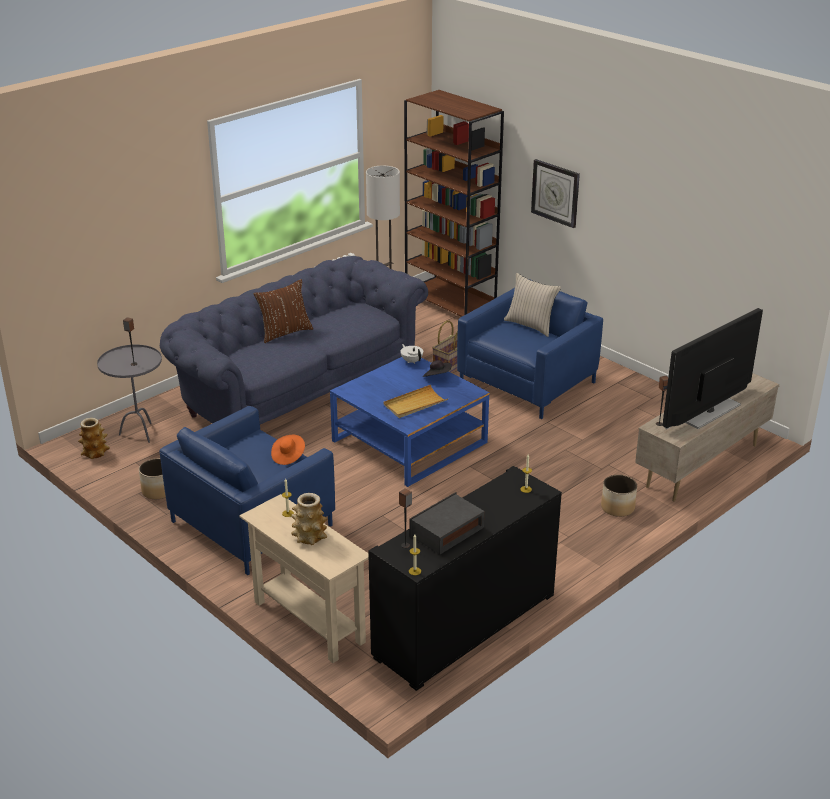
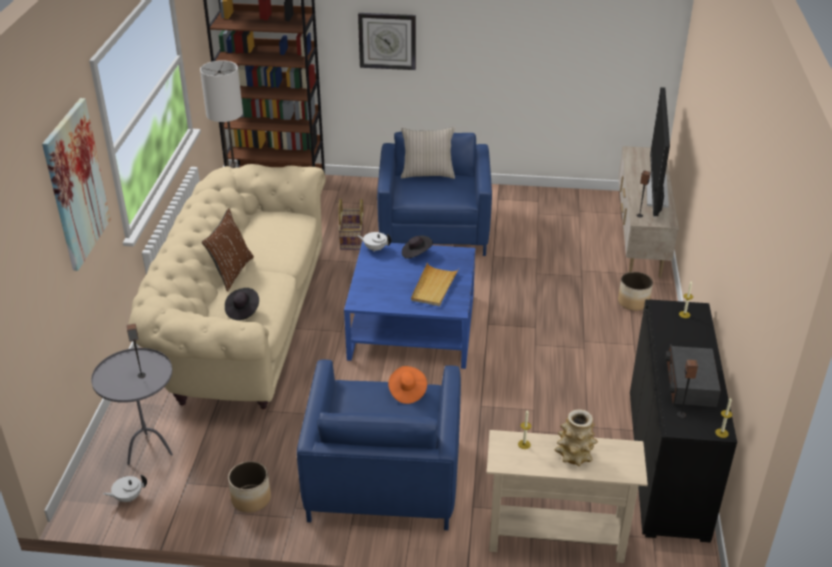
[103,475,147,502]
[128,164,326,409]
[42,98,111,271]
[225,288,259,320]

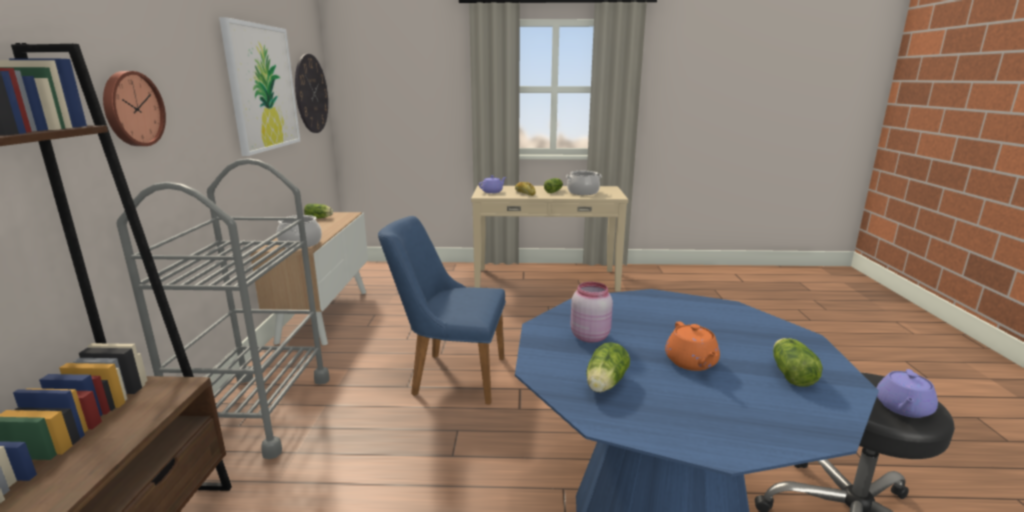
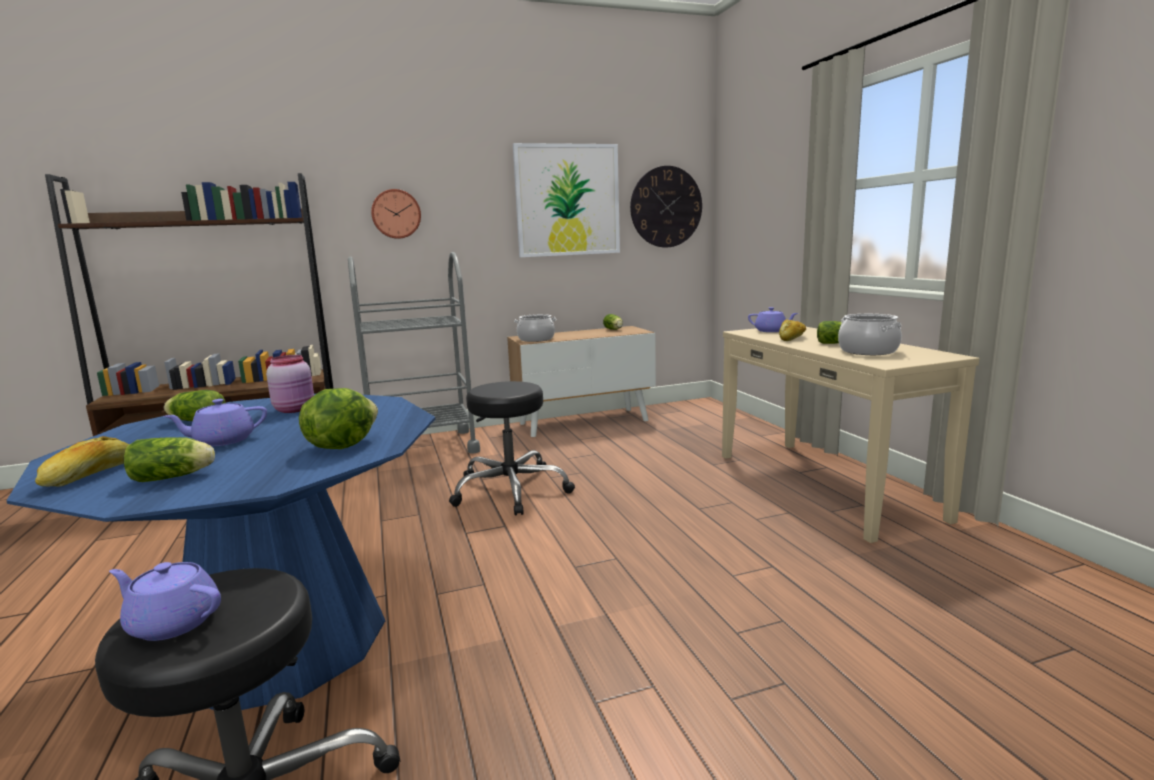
[449,381,575,515]
[163,399,267,447]
[35,436,130,487]
[299,388,378,449]

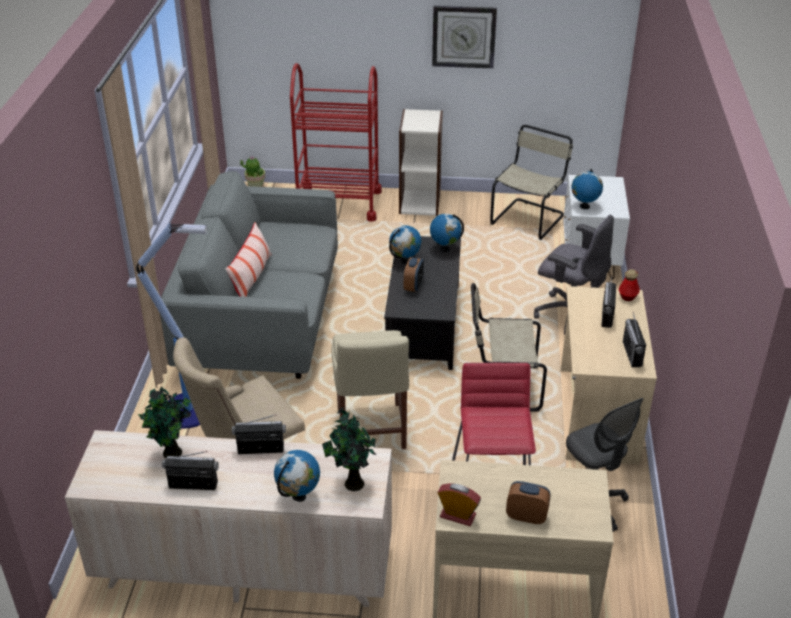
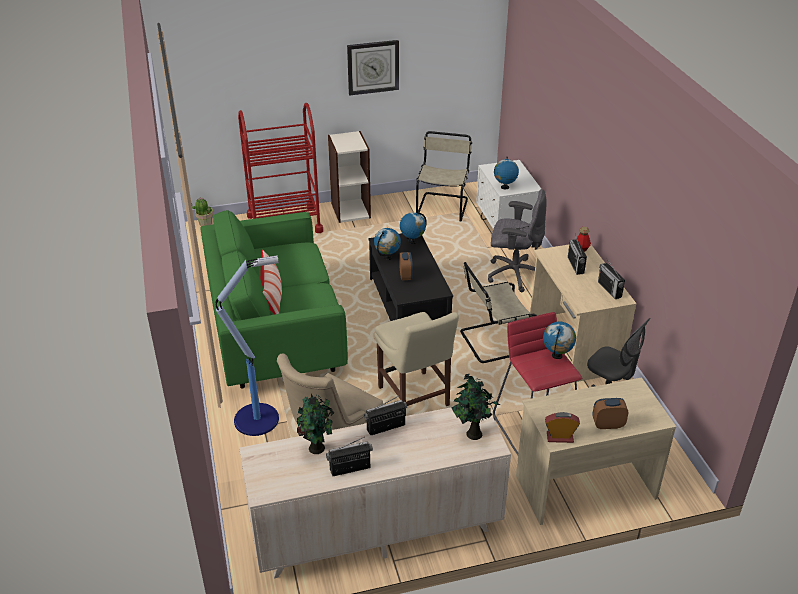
[201,210,348,389]
[543,322,576,359]

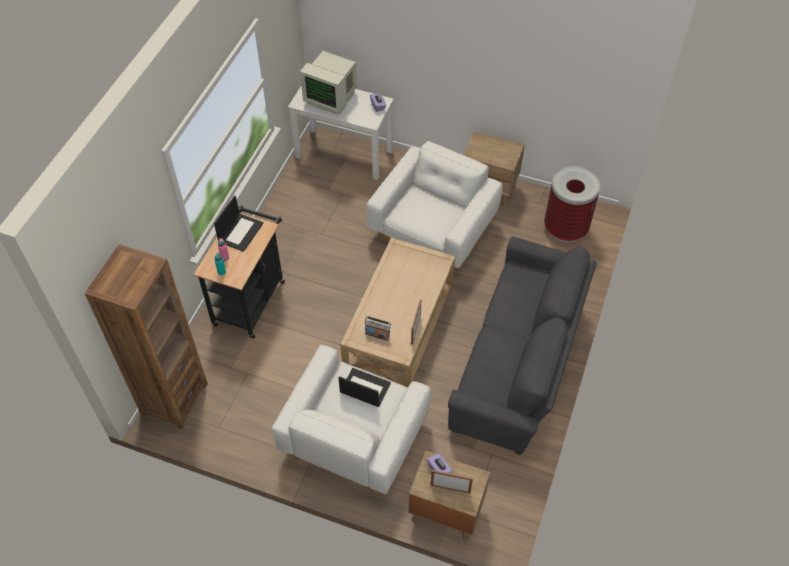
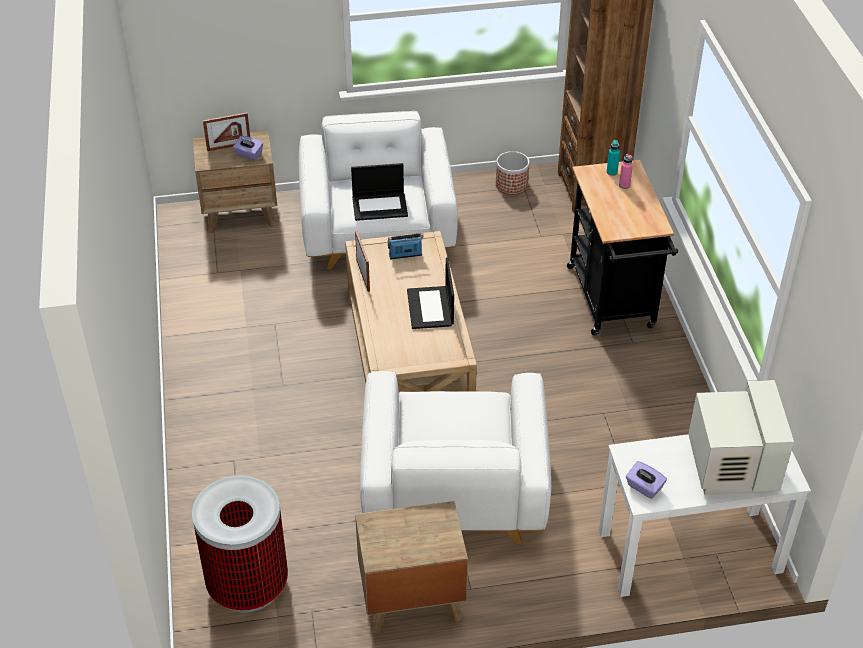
[407,257,454,329]
[688,380,794,495]
[448,236,597,455] (first image)
[496,151,530,195]

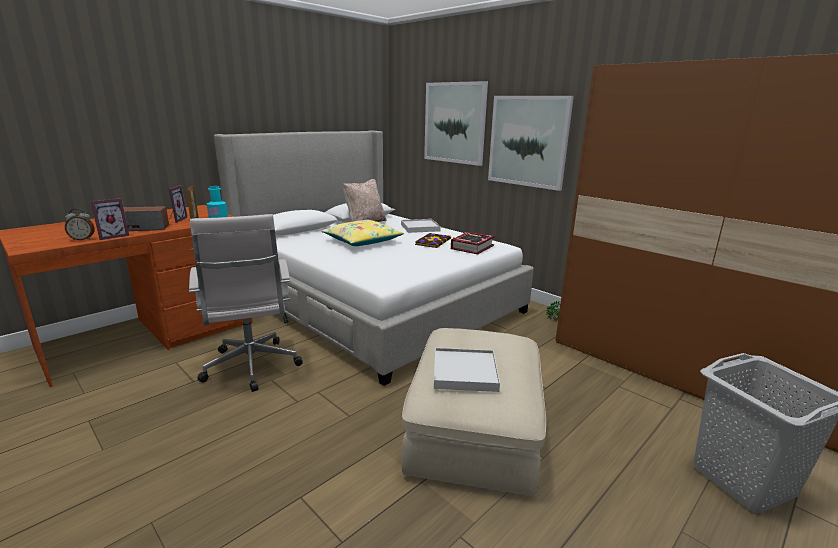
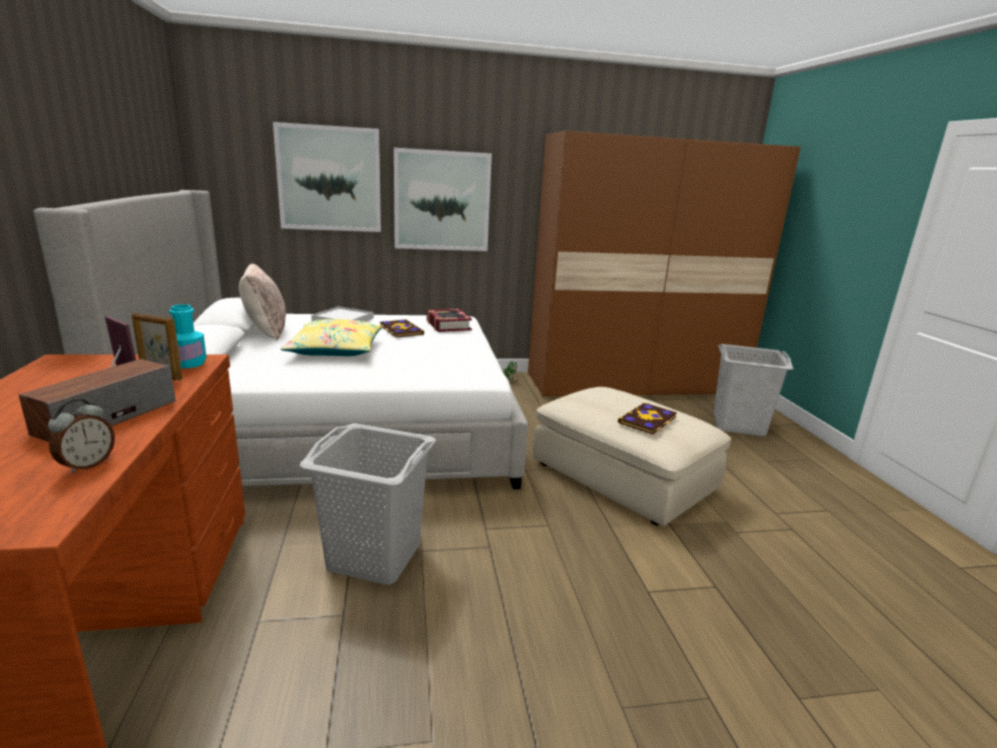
[91,198,129,240] (first image)
[300,423,436,585]
[618,402,677,435]

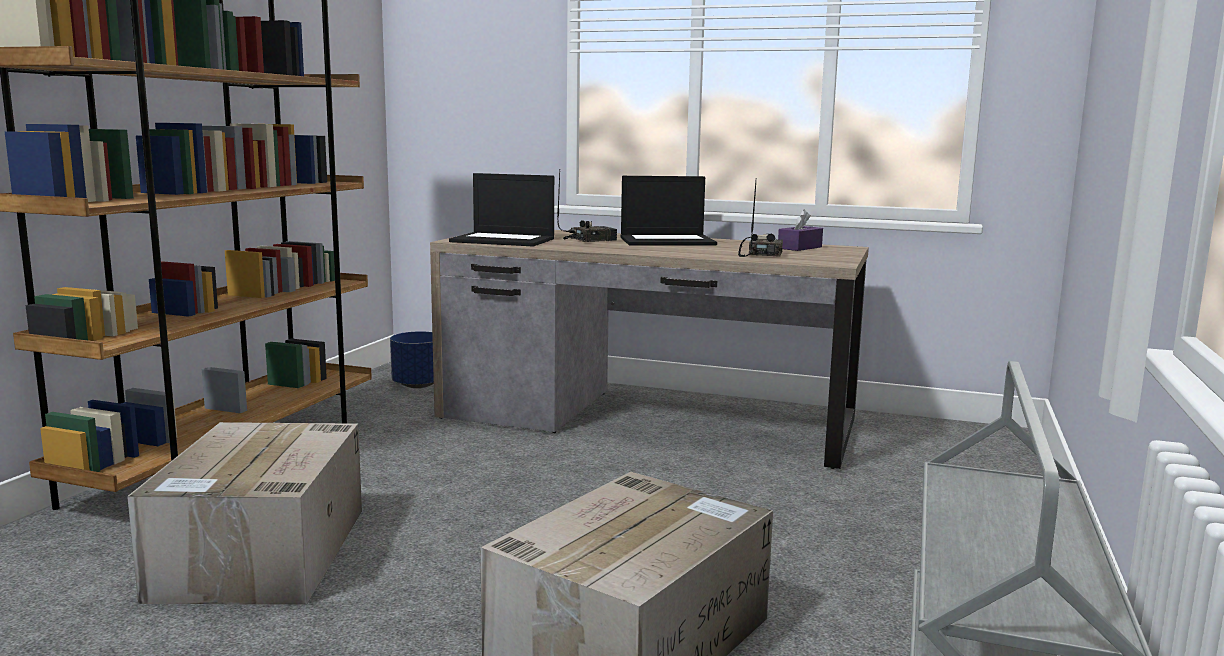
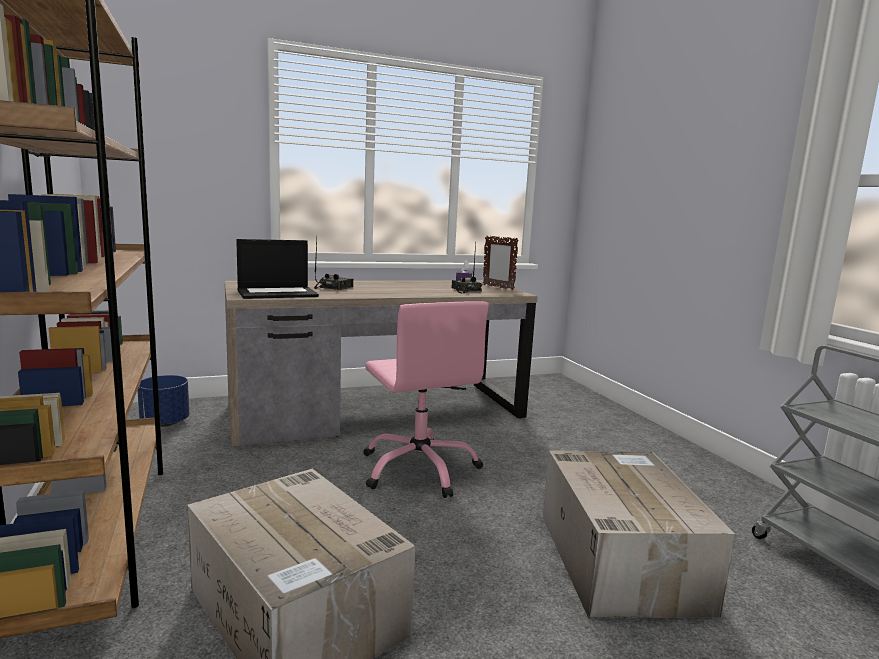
[621,176,717,246] (first image)
[364,301,489,498]
[483,236,519,290]

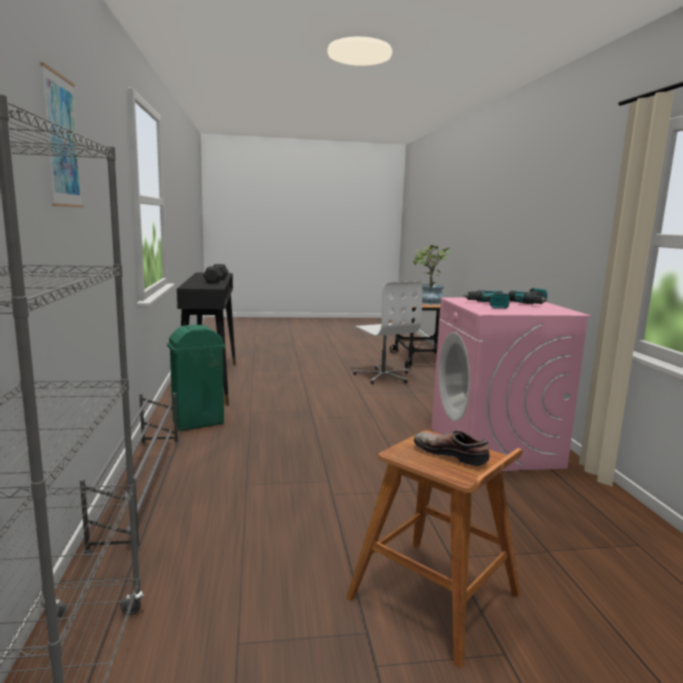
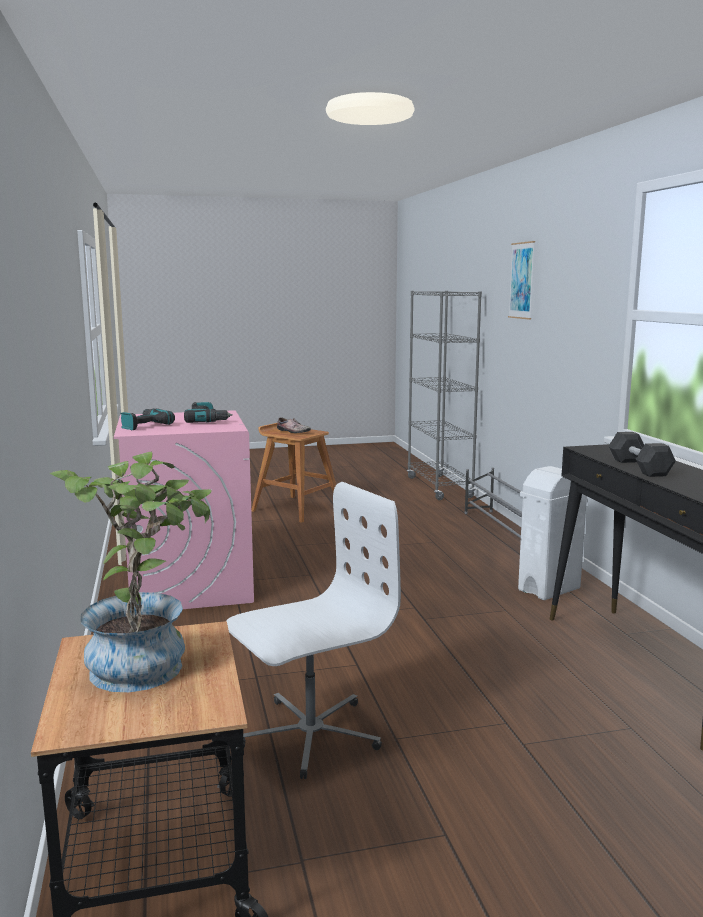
[518,466,587,600]
[226,482,401,779]

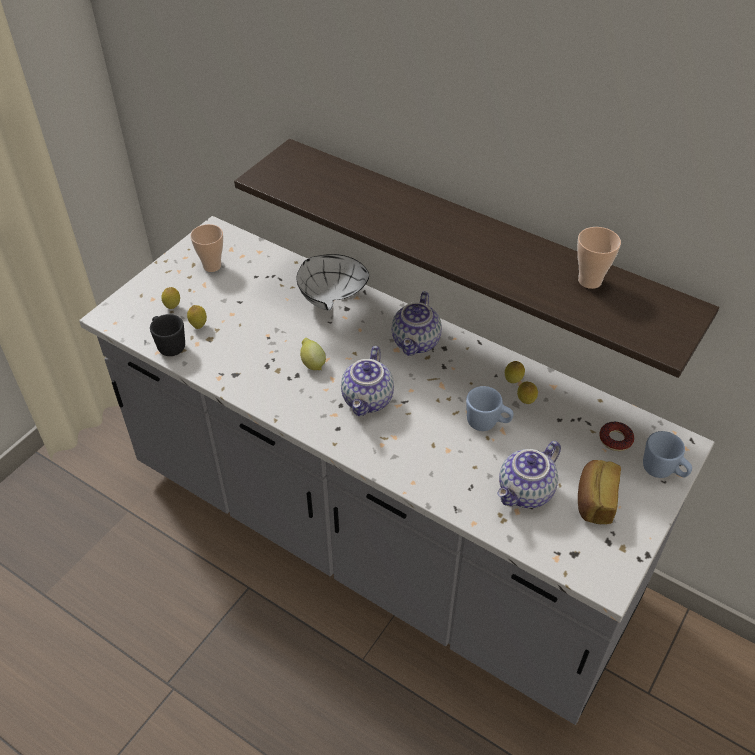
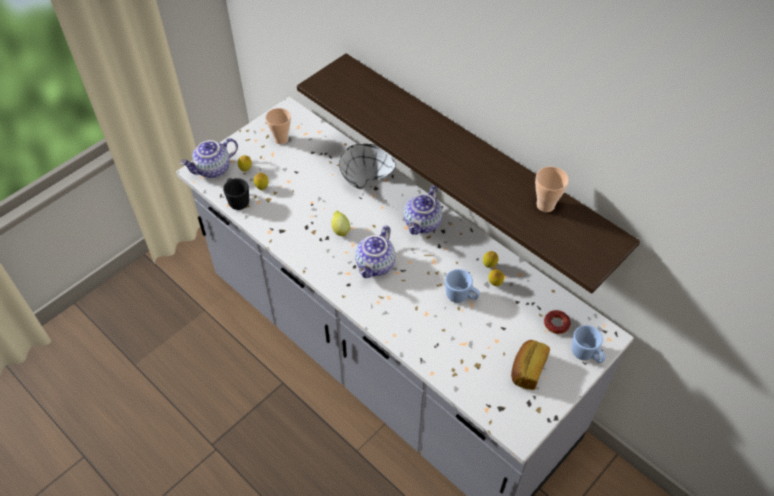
[180,138,238,178]

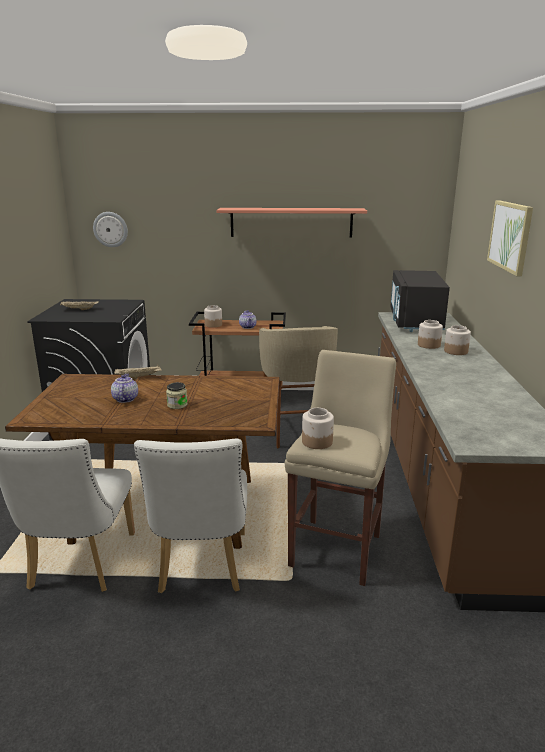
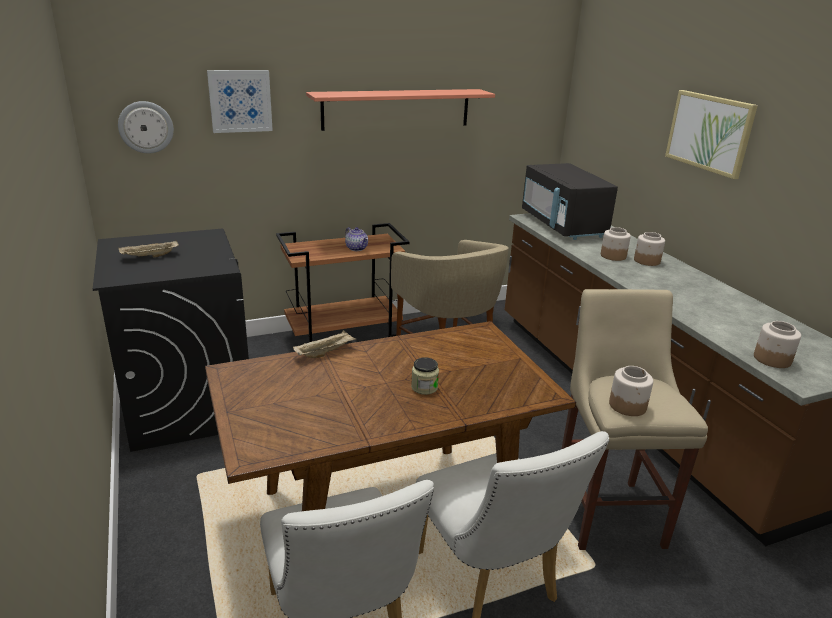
[111,374,138,403] (first image)
[754,321,801,368]
[207,70,273,133]

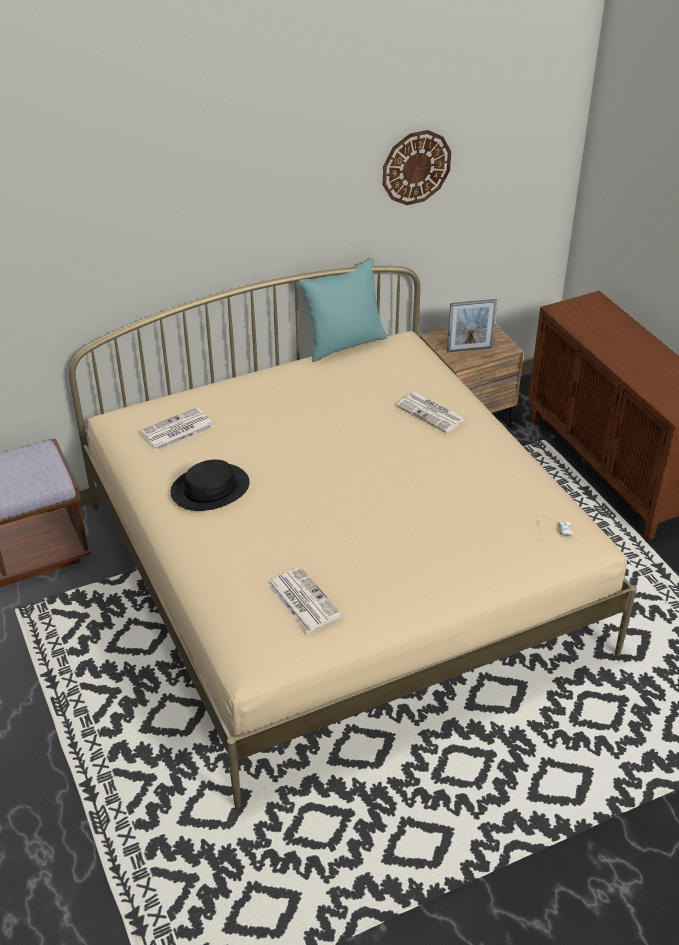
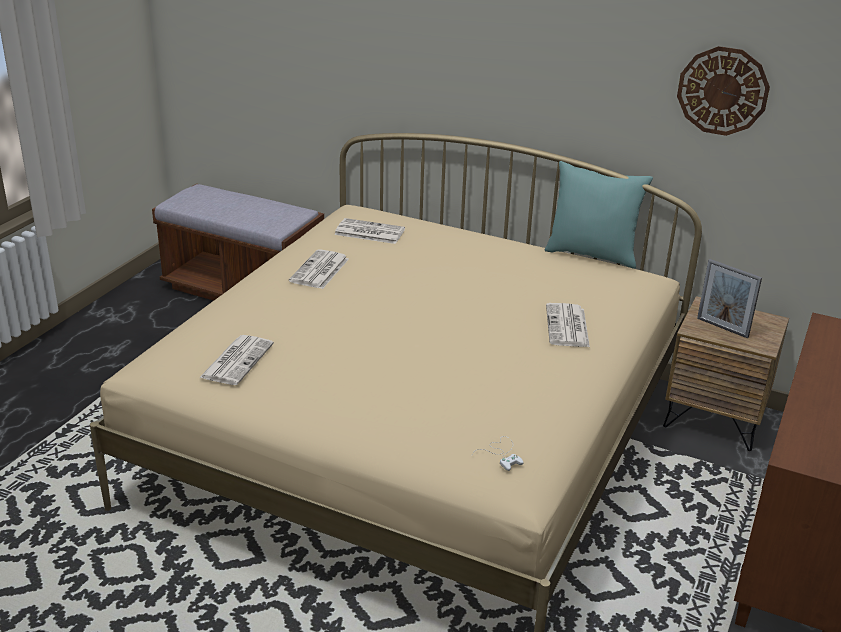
[289,249,349,289]

